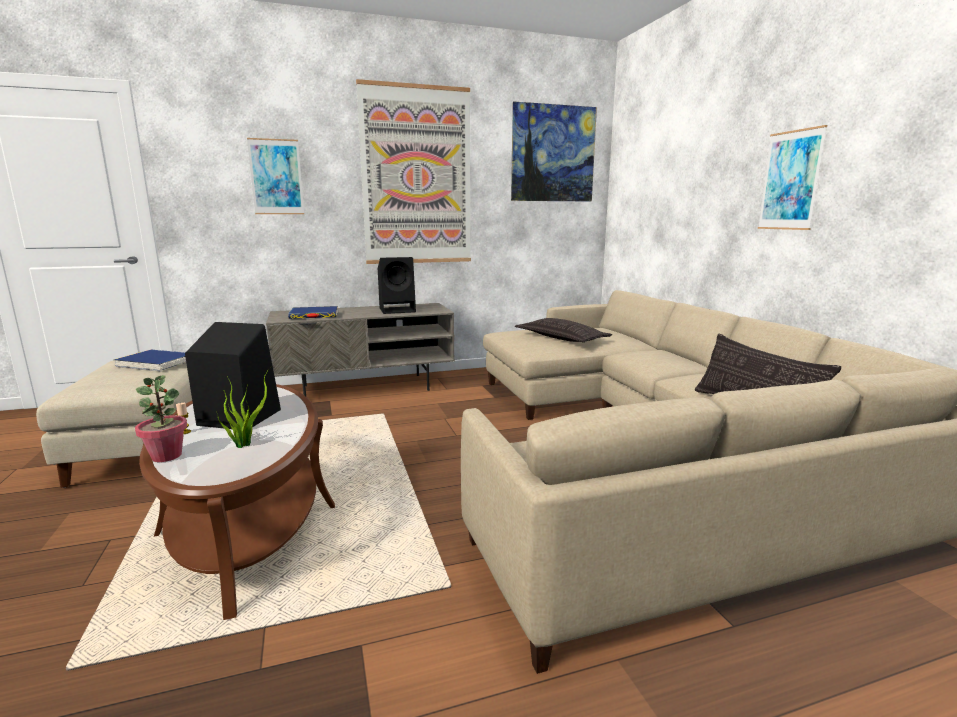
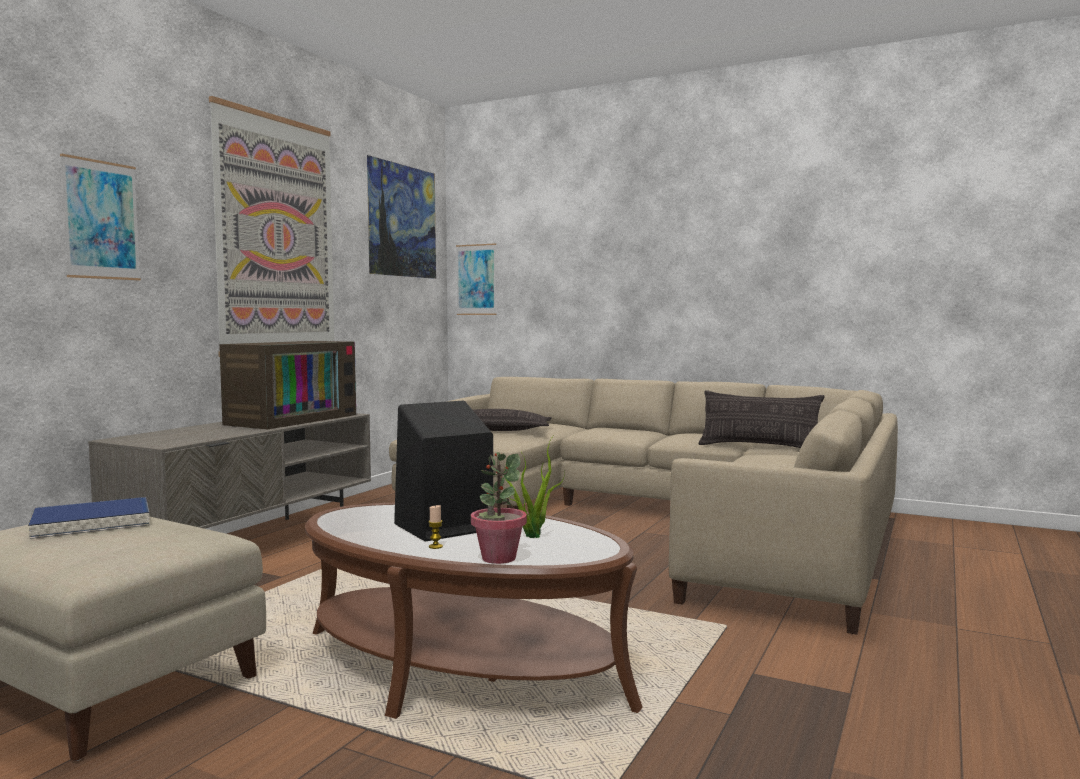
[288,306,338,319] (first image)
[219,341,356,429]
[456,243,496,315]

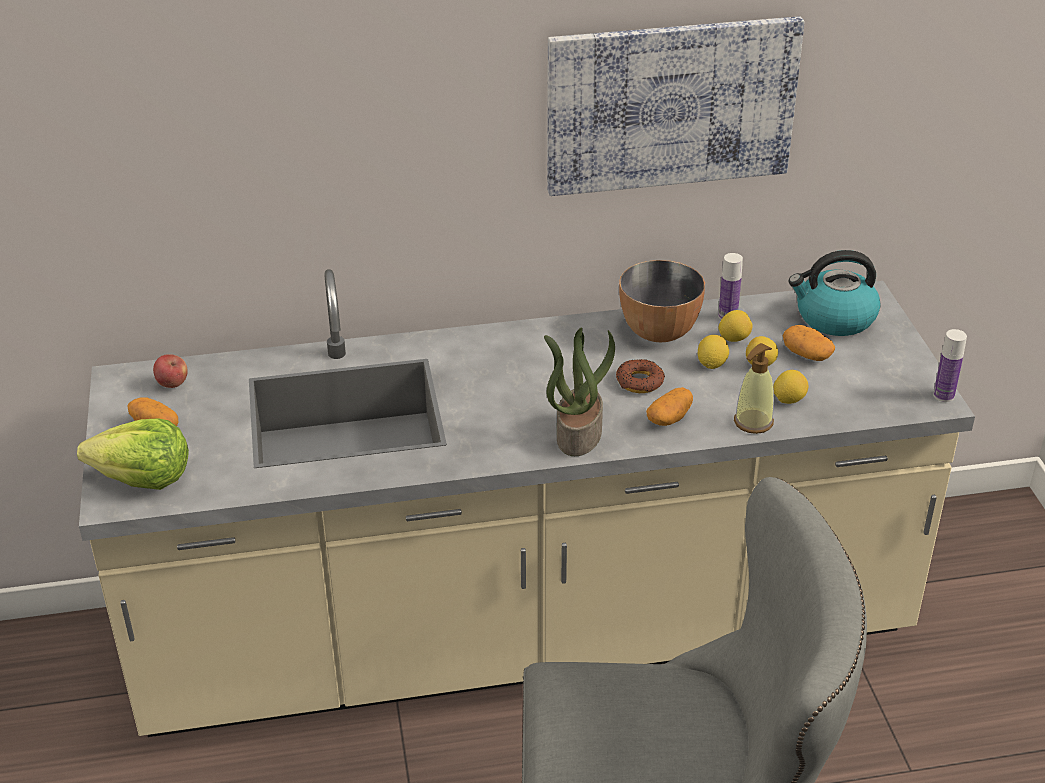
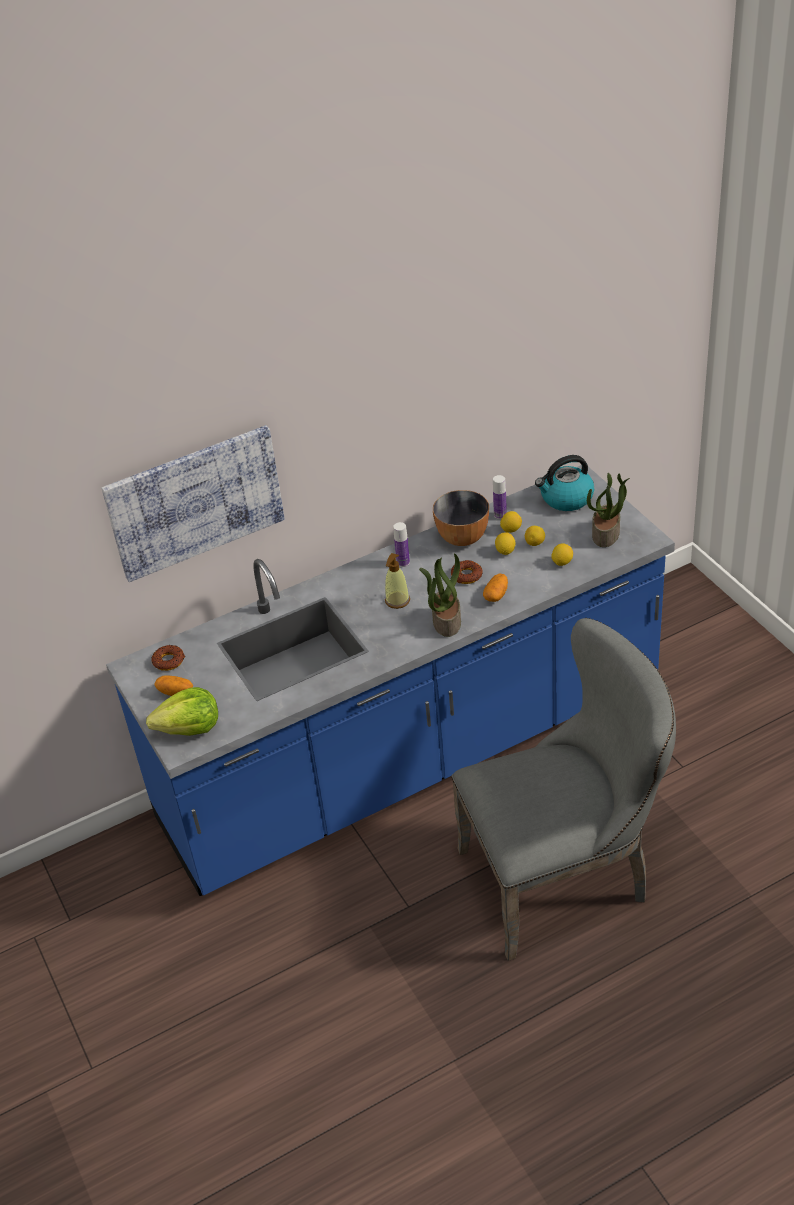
[106,465,675,896]
[151,645,185,671]
[101,425,285,582]
[385,553,410,609]
[782,325,835,361] (first image)
[393,522,410,567]
[587,473,630,547]

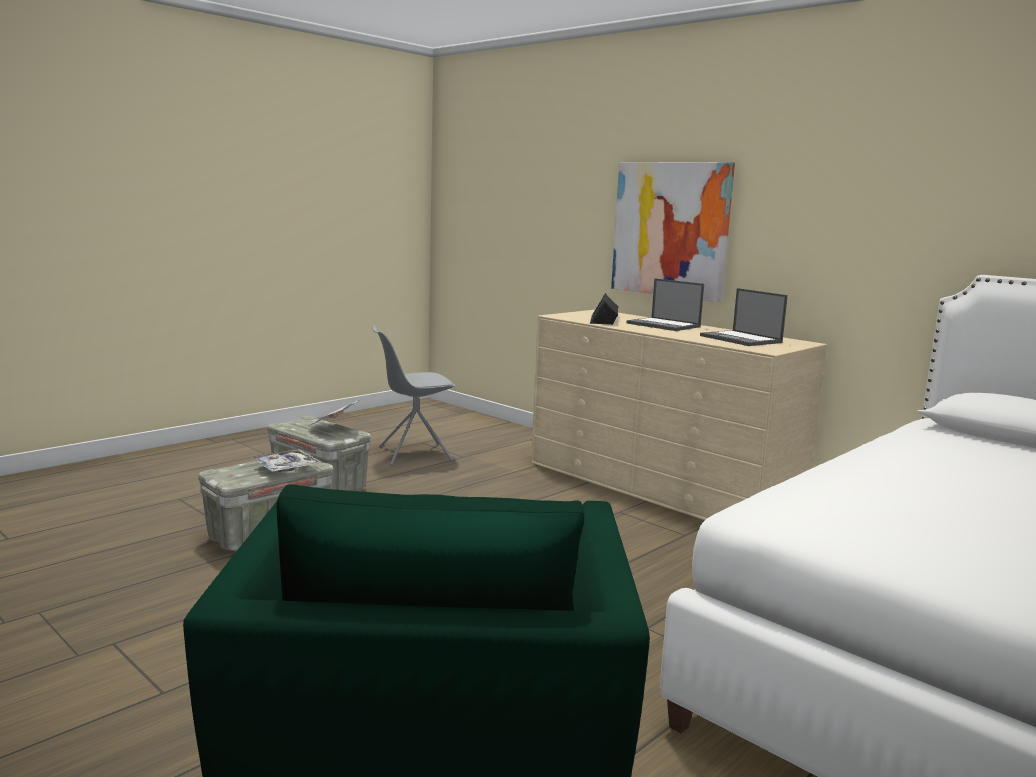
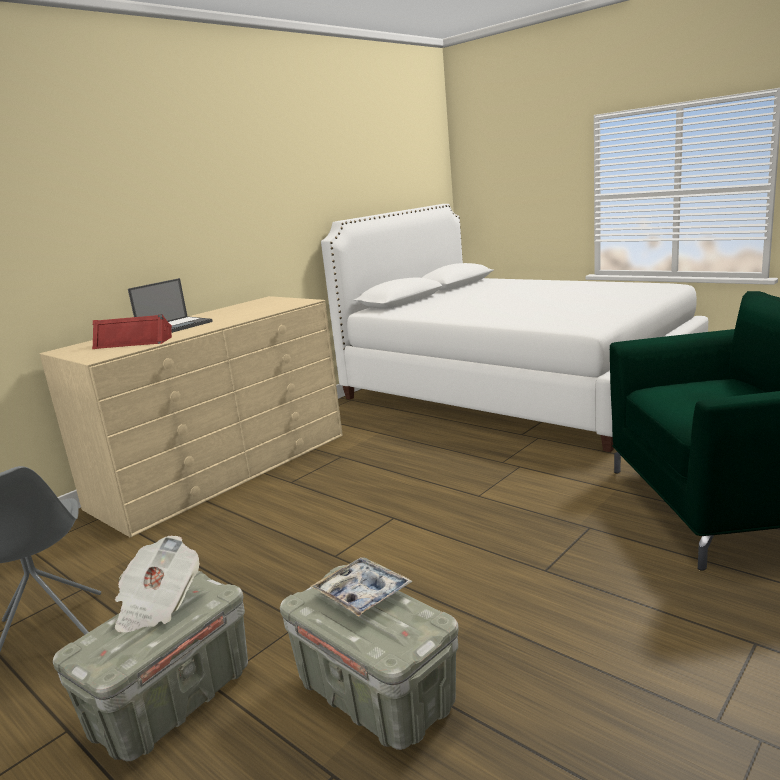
[92,314,172,349]
[611,162,735,302] (first image)
[700,288,788,346] (first image)

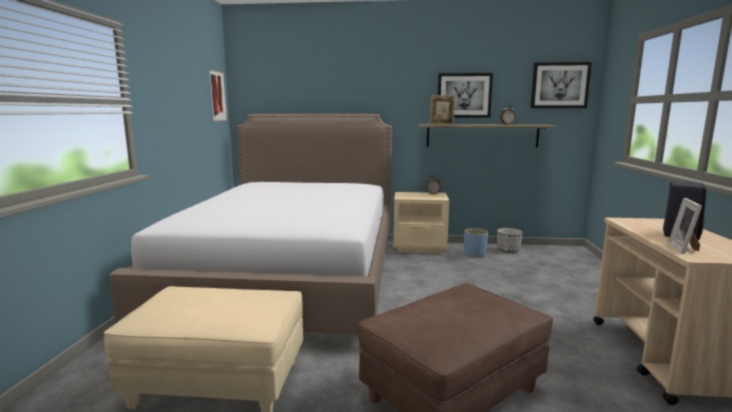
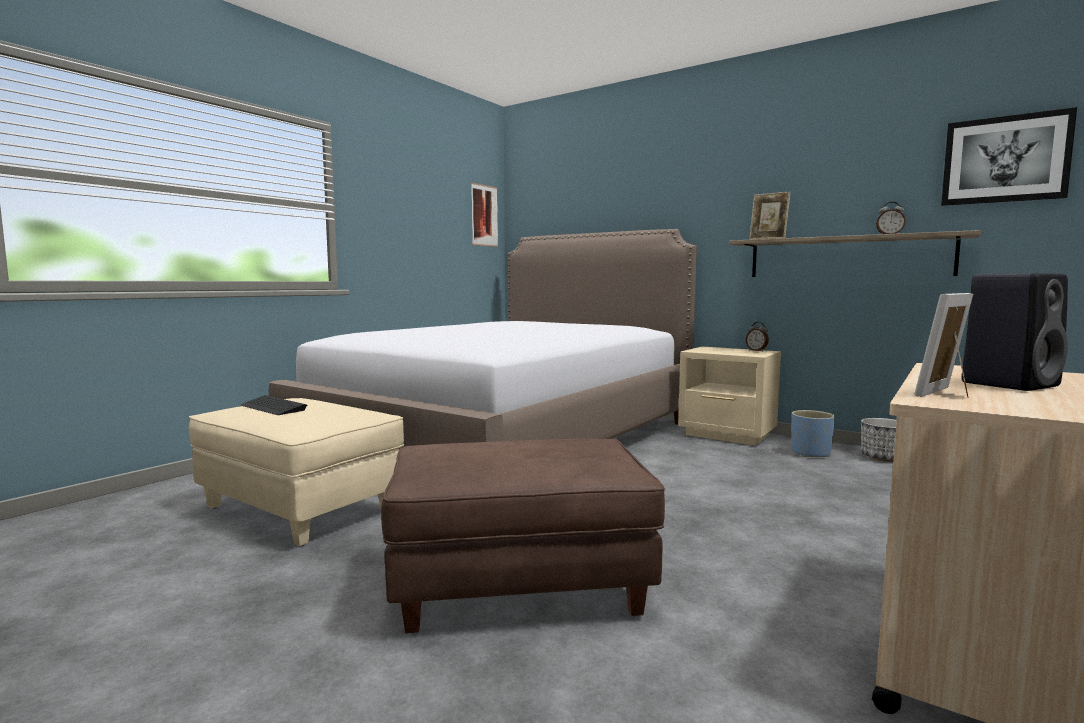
[438,73,493,118] (first image)
[241,395,307,415]

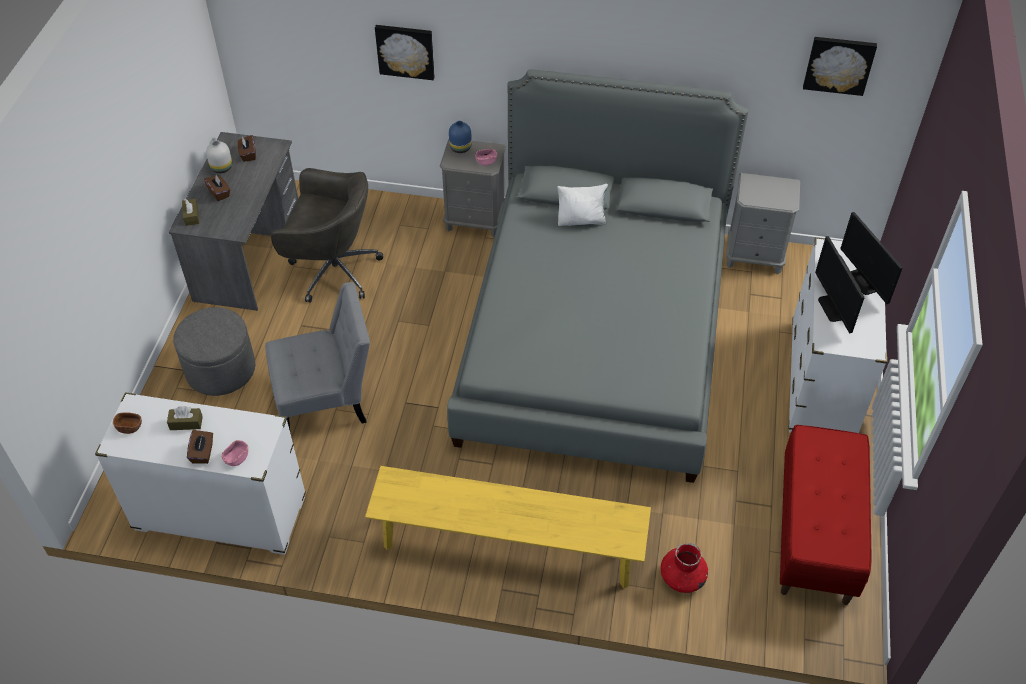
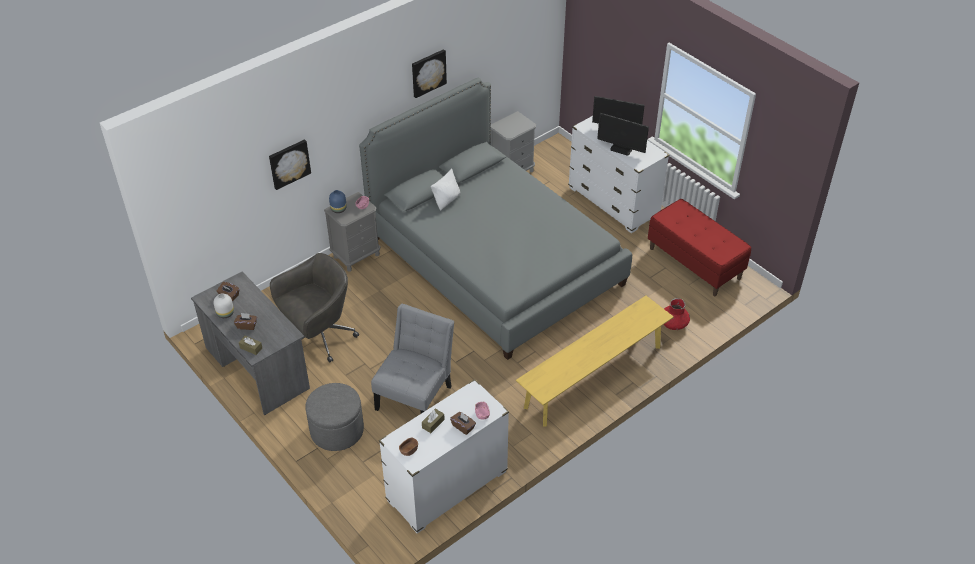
[412,49,447,98]

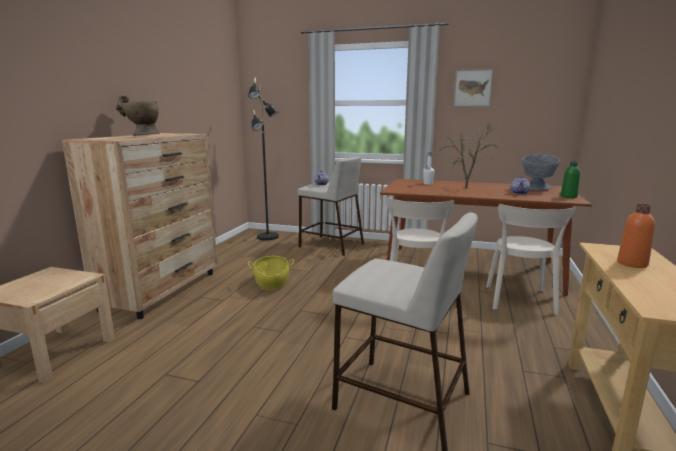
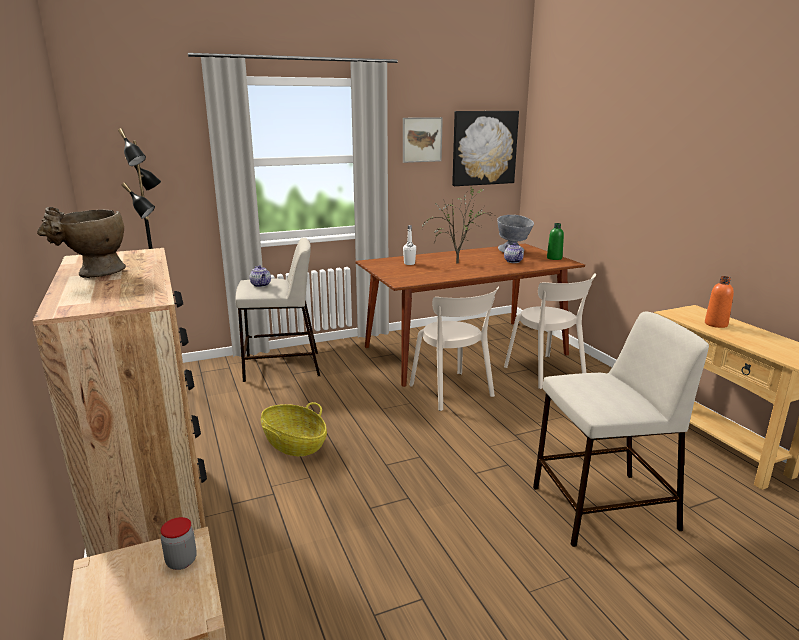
[161,517,197,570]
[452,111,519,186]

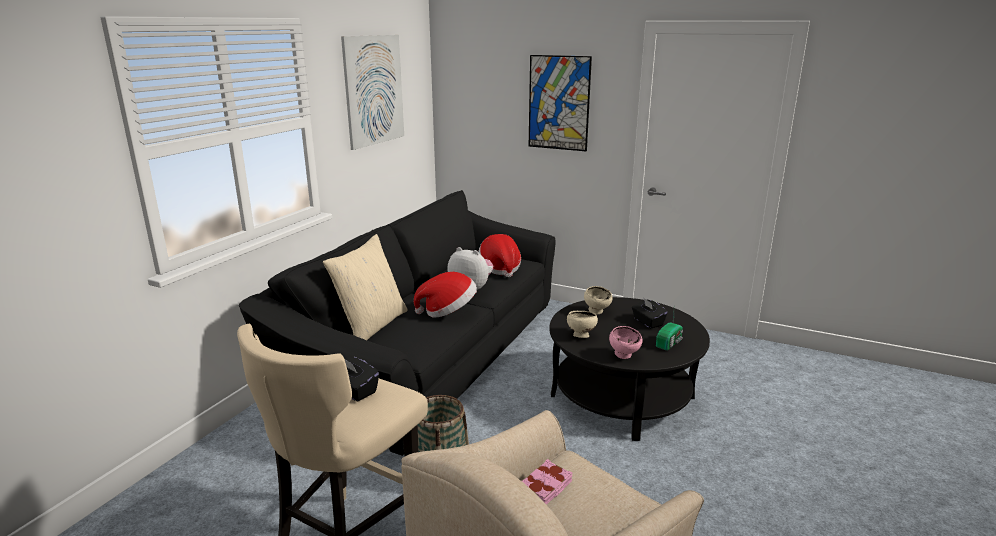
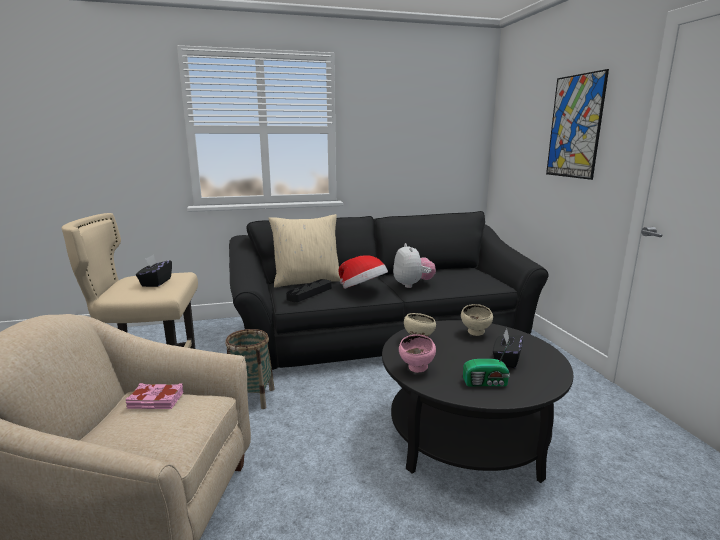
[341,35,404,150] (first image)
[478,234,521,277] (first image)
[286,279,332,302]

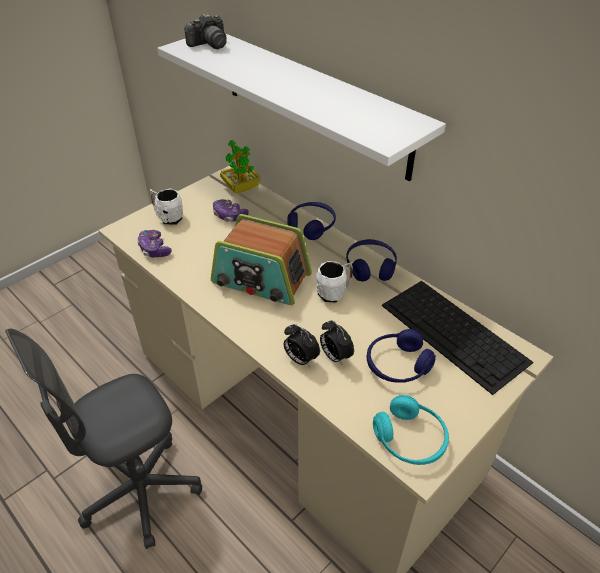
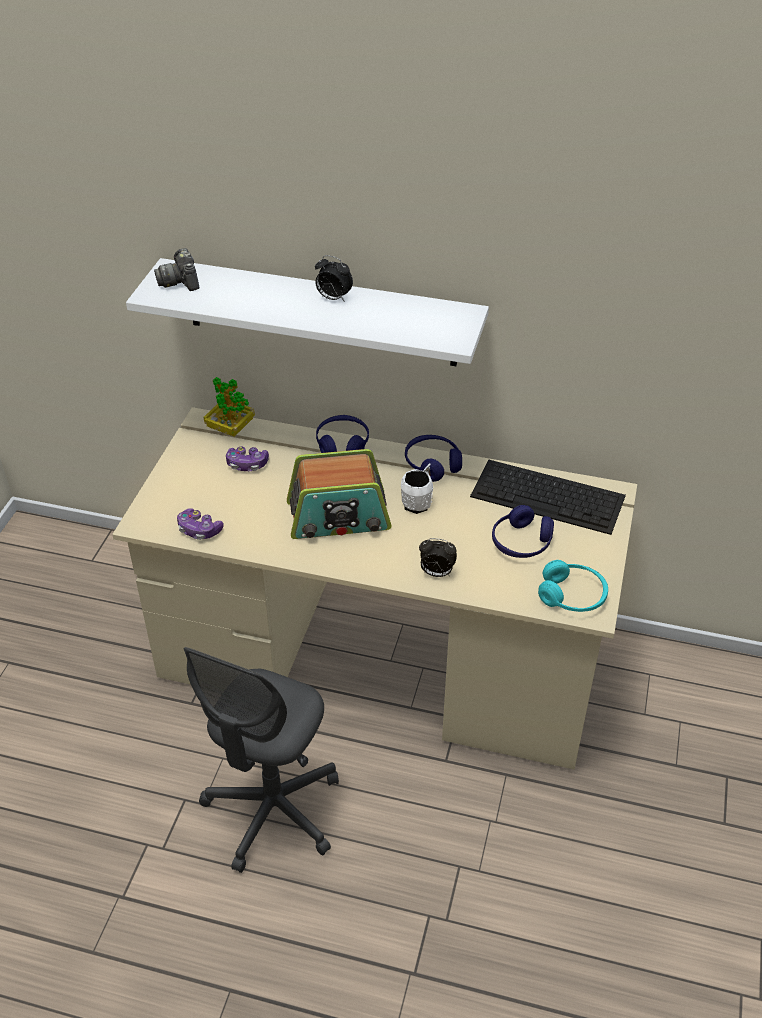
[150,188,183,225] (first image)
[154,248,199,291]
[315,255,353,302]

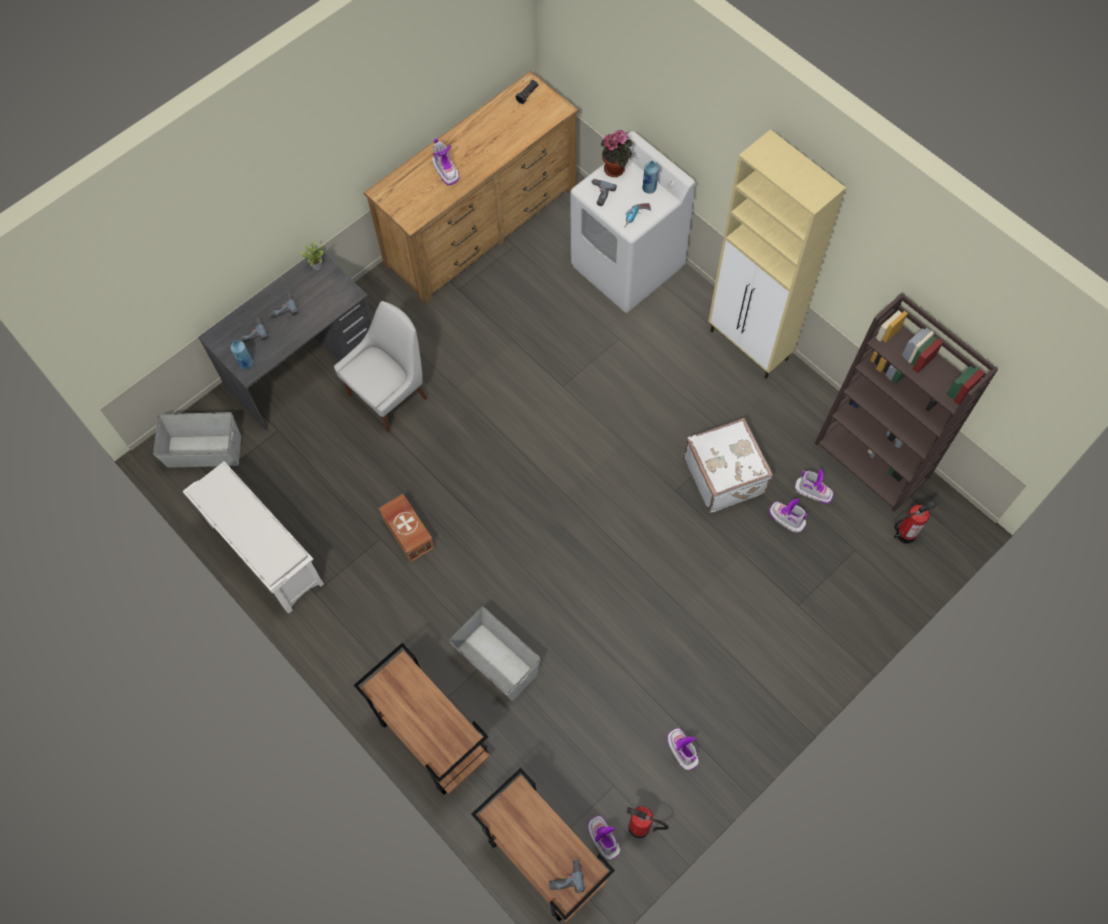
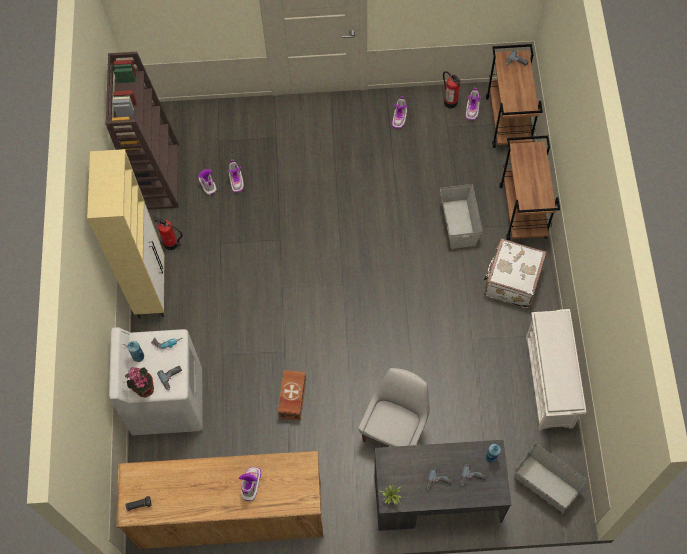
[358,368,430,447]
[278,370,306,420]
[484,238,547,309]
[152,216,183,250]

